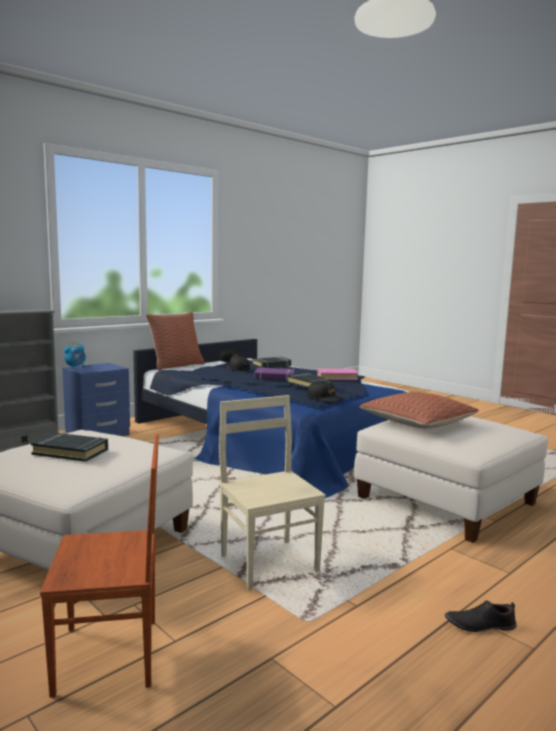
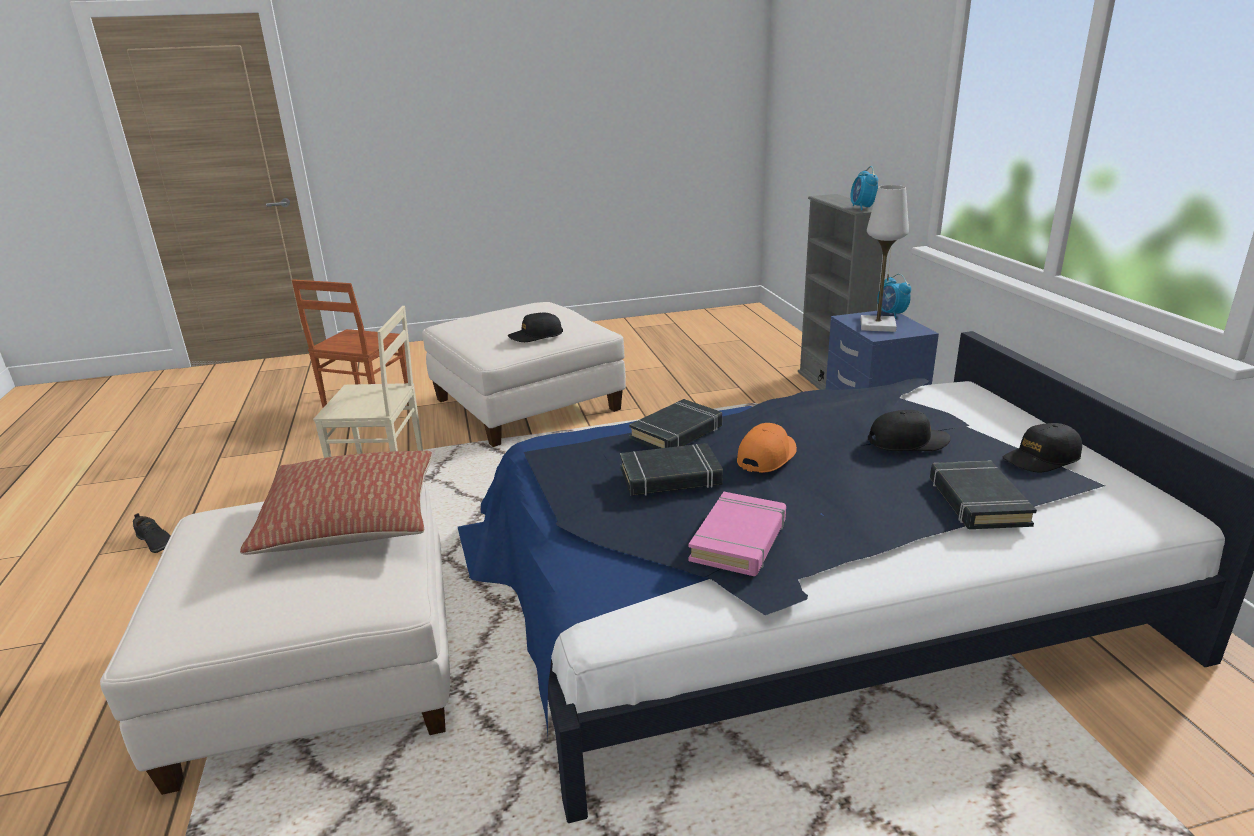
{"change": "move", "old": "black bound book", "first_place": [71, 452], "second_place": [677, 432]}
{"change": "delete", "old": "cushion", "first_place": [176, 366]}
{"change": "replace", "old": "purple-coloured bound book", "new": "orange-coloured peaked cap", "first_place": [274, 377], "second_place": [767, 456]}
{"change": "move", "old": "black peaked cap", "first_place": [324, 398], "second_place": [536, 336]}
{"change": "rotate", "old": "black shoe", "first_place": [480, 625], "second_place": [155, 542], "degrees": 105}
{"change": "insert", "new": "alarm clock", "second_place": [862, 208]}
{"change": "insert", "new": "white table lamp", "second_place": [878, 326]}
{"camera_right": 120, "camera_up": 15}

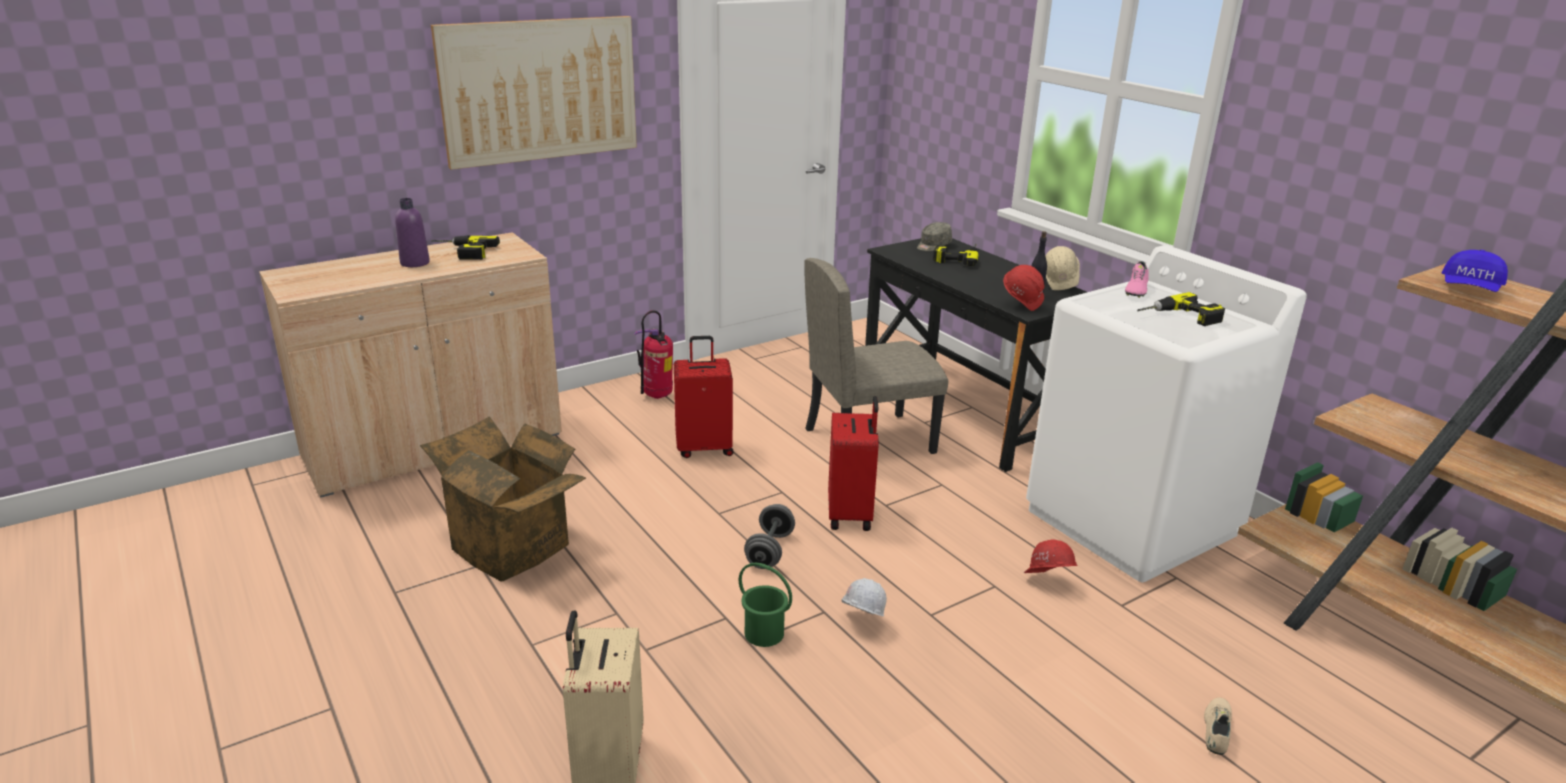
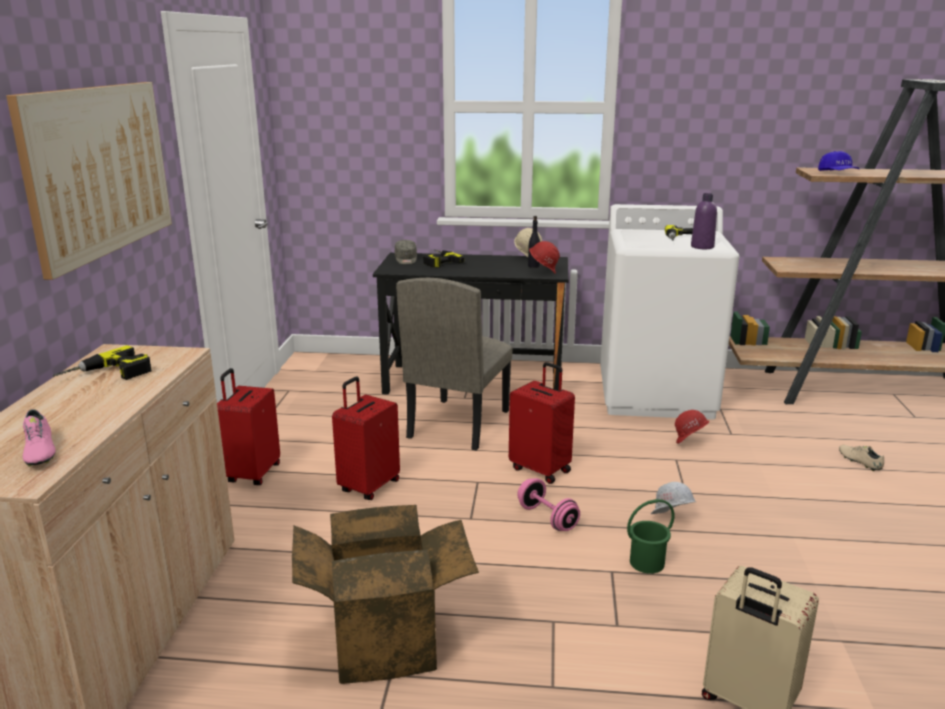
{"change": "move", "old": "purple-coloured drink bottle", "first_place": [415, 263], "second_place": [702, 247]}
{"change": "replace", "old": "extinguisher", "new": "red travel case", "first_place": [657, 396], "second_place": [252, 474]}
{"change": "recolor", "old": "grey dumbbell", "new": "pink dumbbell", "first_place": [769, 551], "second_place": [547, 518]}
{"change": "move", "old": "pink shoe", "first_place": [1135, 290], "second_place": [39, 452]}
{"camera_right": -50, "camera_up": -5}

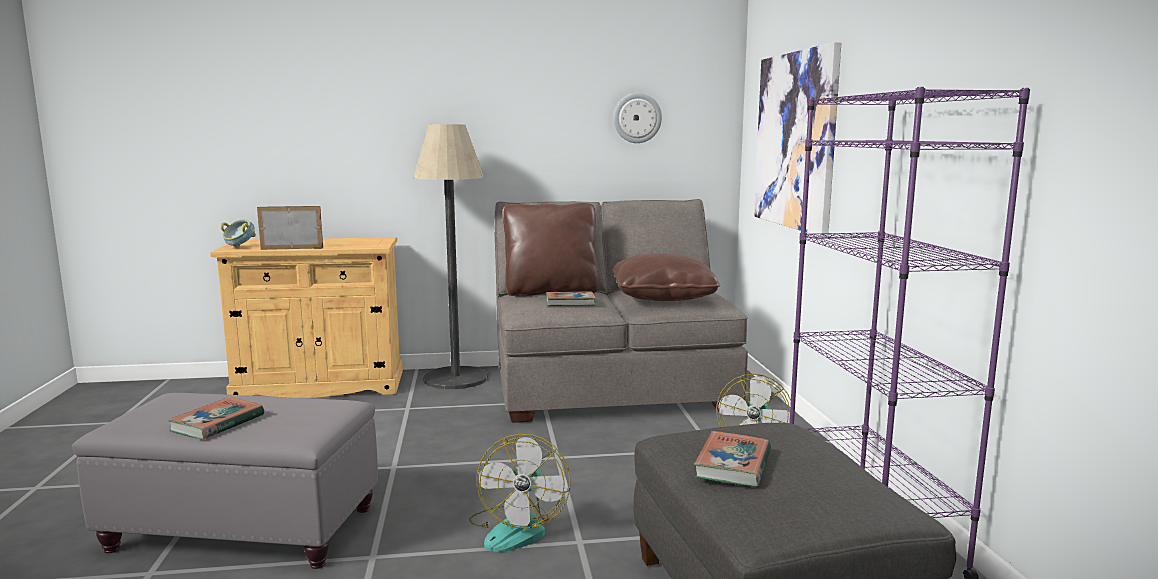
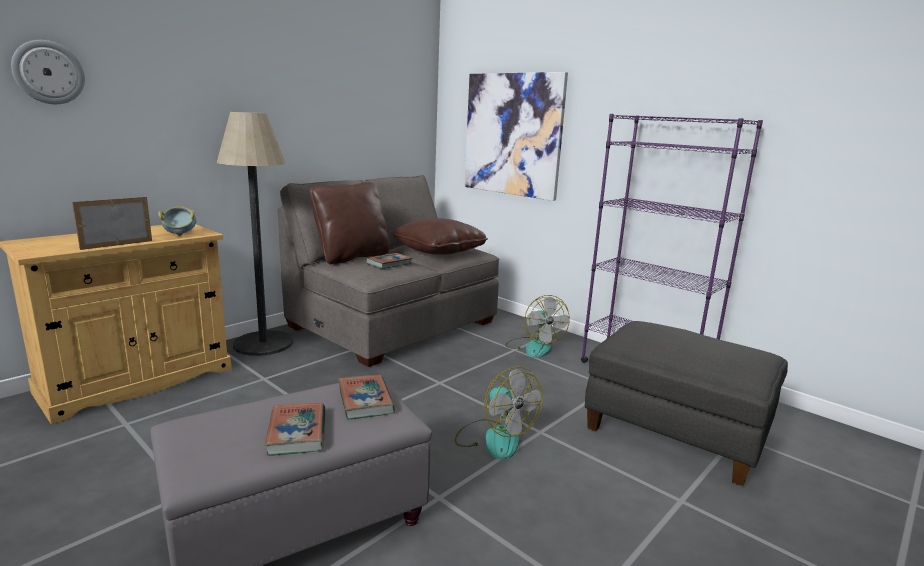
{"change": "move", "old": "bowl", "first_place": [239, 247], "second_place": [180, 235]}
{"change": "move", "old": "hanging clock", "first_place": [637, 118], "second_place": [48, 72]}
{"change": "move", "old": "bound book", "first_place": [733, 465], "second_place": [365, 400]}
{"camera_right": -40, "camera_up": 5}

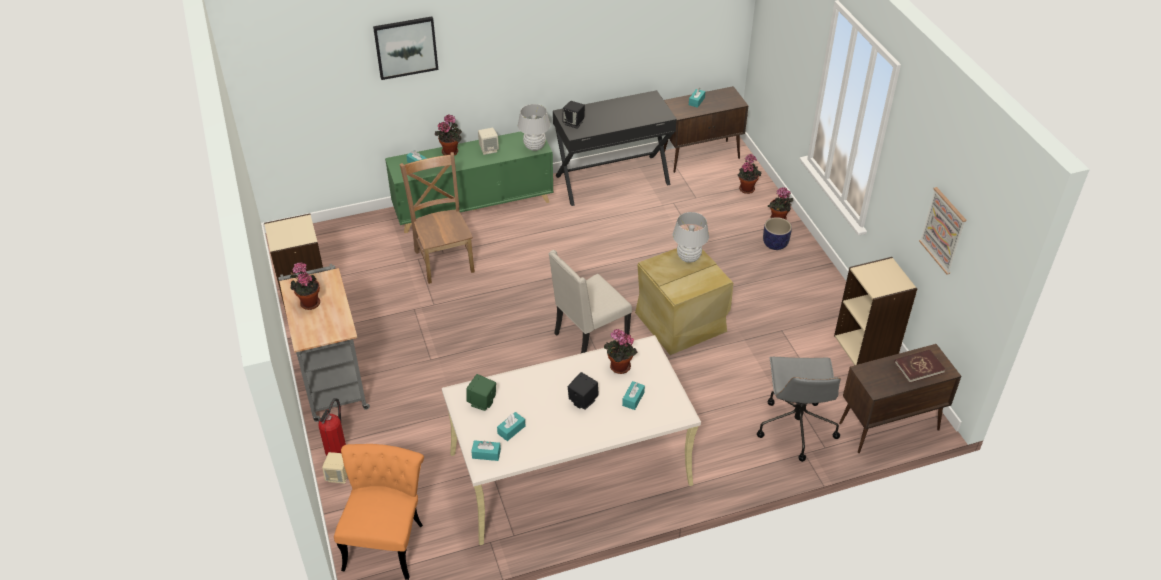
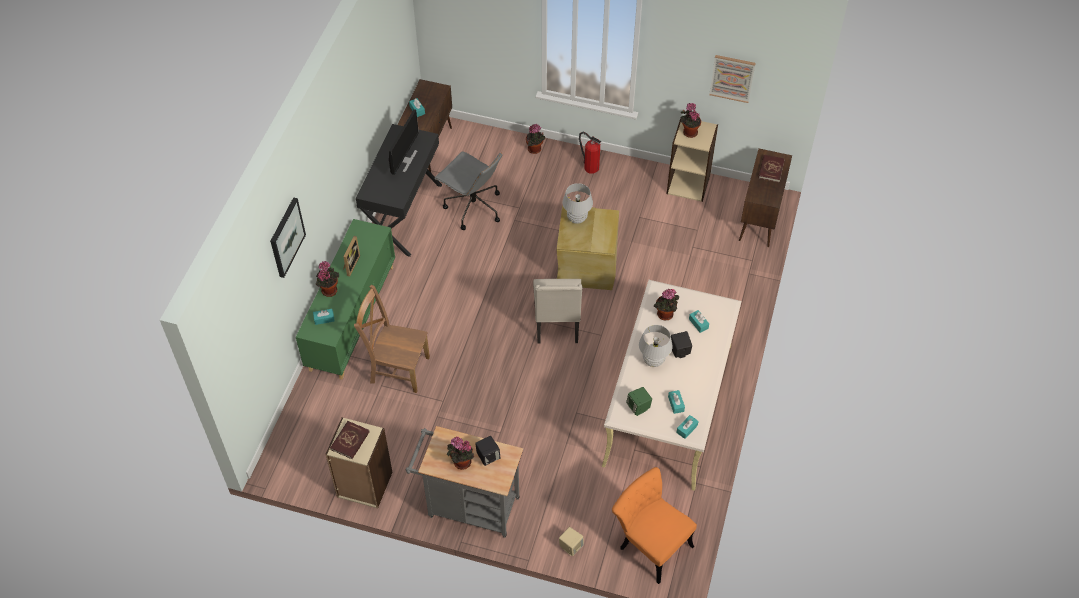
{"change": "move", "old": "extinguisher", "first_place": [336, 449], "second_place": [590, 167]}
{"change": "replace", "old": "beige-coloured speaker", "new": "standing frame", "first_place": [489, 149], "second_place": [350, 264]}
{"change": "move", "old": "white table lamp", "first_place": [534, 147], "second_place": [653, 361]}
{"change": "move", "old": "black speaker", "first_place": [574, 123], "second_place": [488, 457]}
{"change": "move", "old": "houseplant", "first_place": [746, 188], "second_place": [689, 132]}
{"change": "move", "old": "grey computer chair", "first_place": [795, 427], "second_place": [472, 207]}
{"change": "delete", "old": "flower pot", "first_place": [775, 244]}
{"change": "insert", "new": "red bound book", "second_place": [350, 441]}
{"change": "insert", "new": "monitor", "second_place": [405, 160]}
{"camera_right": -55, "camera_up": 10}

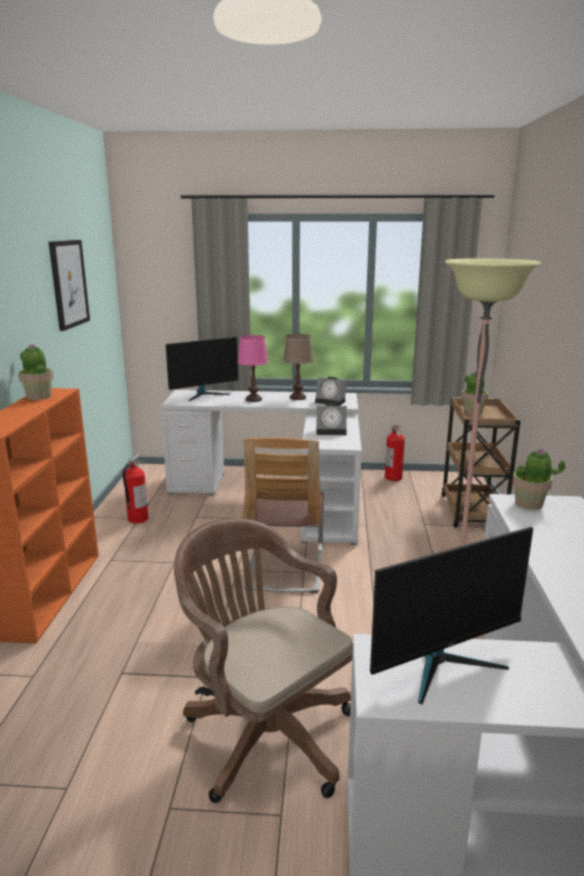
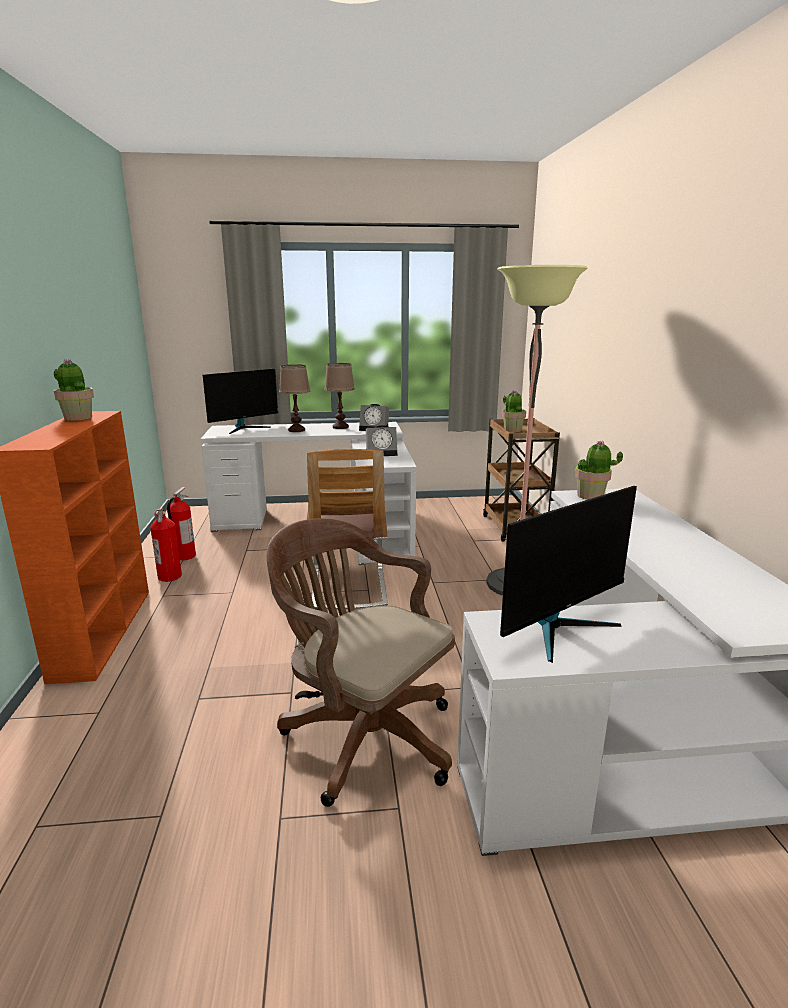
{"change": "delete", "old": "picture", "first_place": [68, 284]}
{"change": "recolor", "old": "pink table lamp", "new": "brownish table lamp", "first_place": [253, 399], "second_place": [296, 430]}
{"change": "move", "old": "extinguisher", "first_place": [393, 477], "second_place": [170, 576]}
{"camera_right": -10, "camera_up": 0}

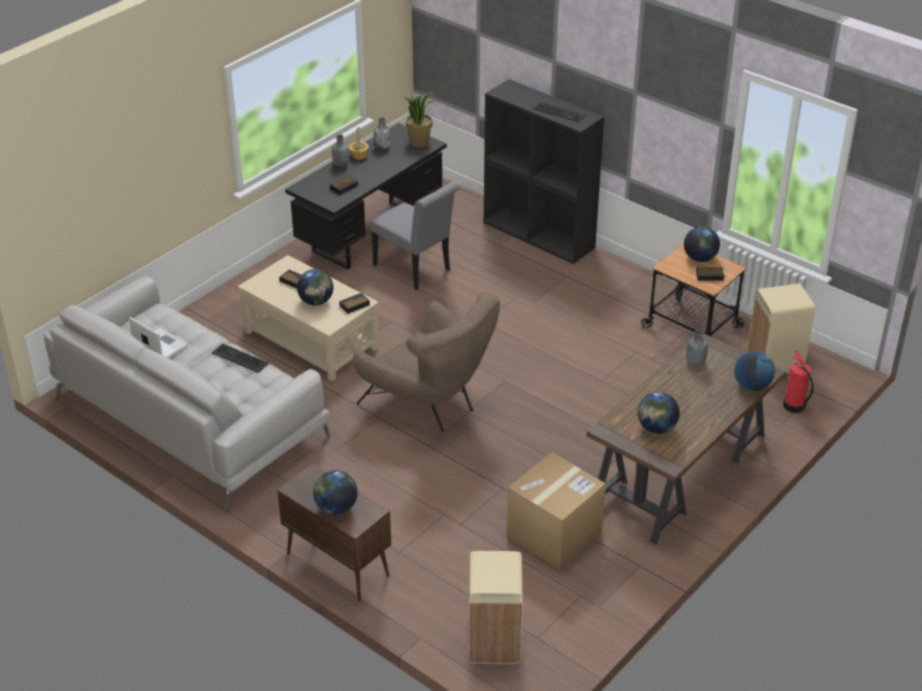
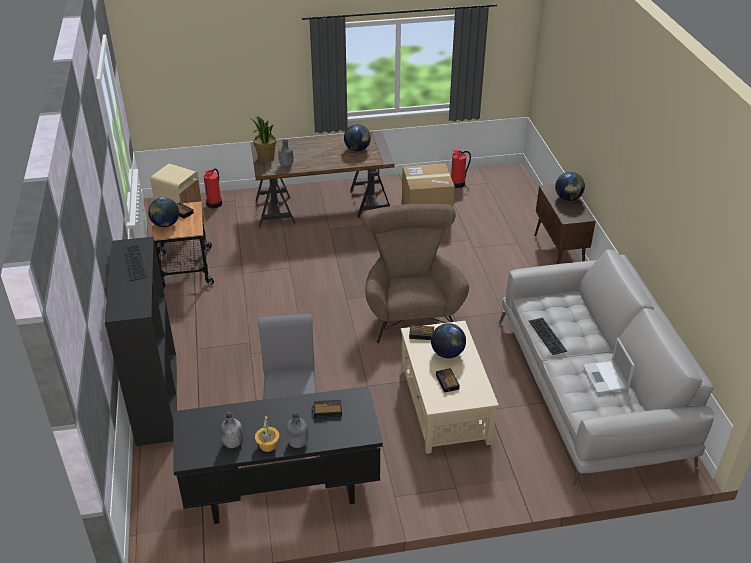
{"change": "move", "old": "houseplant", "first_place": [419, 142], "second_place": [265, 158]}
{"change": "delete", "old": "beige-coloured waste bin", "first_place": [493, 642]}
{"change": "delete", "old": "globe", "first_place": [752, 386]}
{"change": "insert", "new": "extinguisher", "second_place": [458, 183]}
{"camera_right": -140, "camera_up": 0}

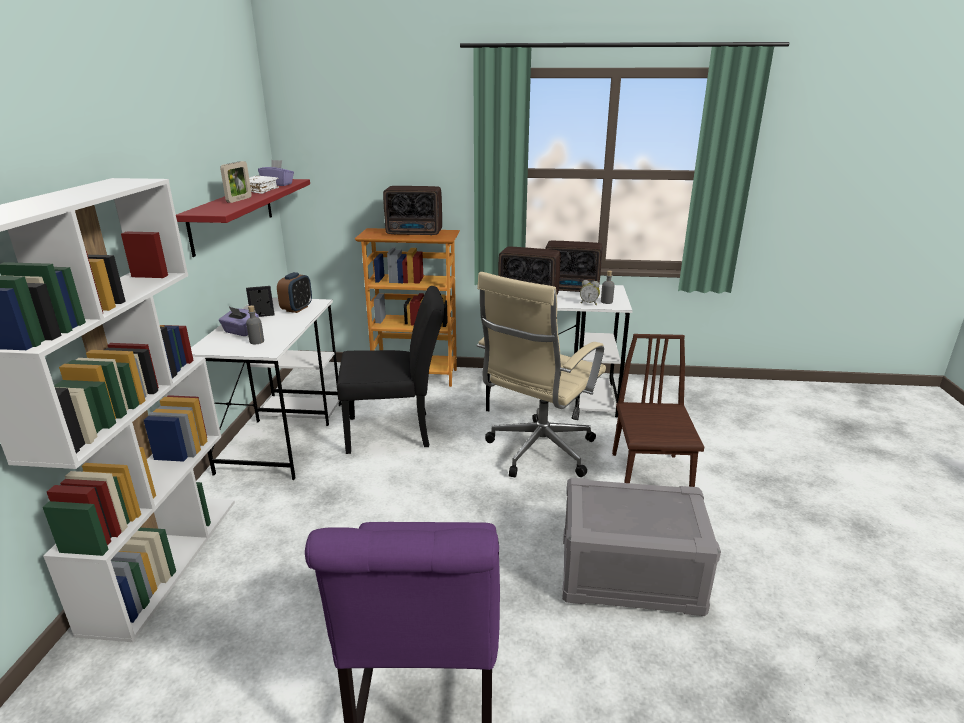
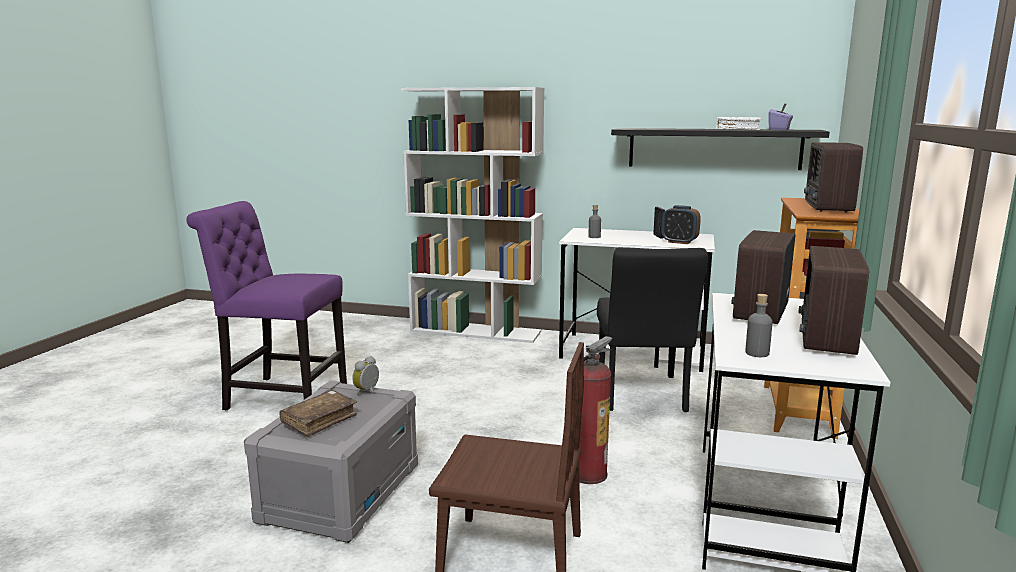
{"change": "recolor", "old": "red bracket shelf", "new": "black bracket shelf", "first_place": [233, 214], "second_place": [714, 148]}
{"change": "delete", "old": "purple-coloured tissue holder", "first_place": [240, 332]}
{"change": "delete", "old": "standing frame", "first_place": [239, 200]}
{"change": "replace", "old": "beige-coloured computer chair", "new": "extinguisher", "first_place": [538, 453], "second_place": [588, 474]}
{"change": "move", "old": "alarm clock", "first_place": [589, 303], "second_place": [368, 392]}
{"change": "insert", "new": "brownish bound book", "second_place": [319, 420]}
{"camera_right": 100, "camera_up": -10}

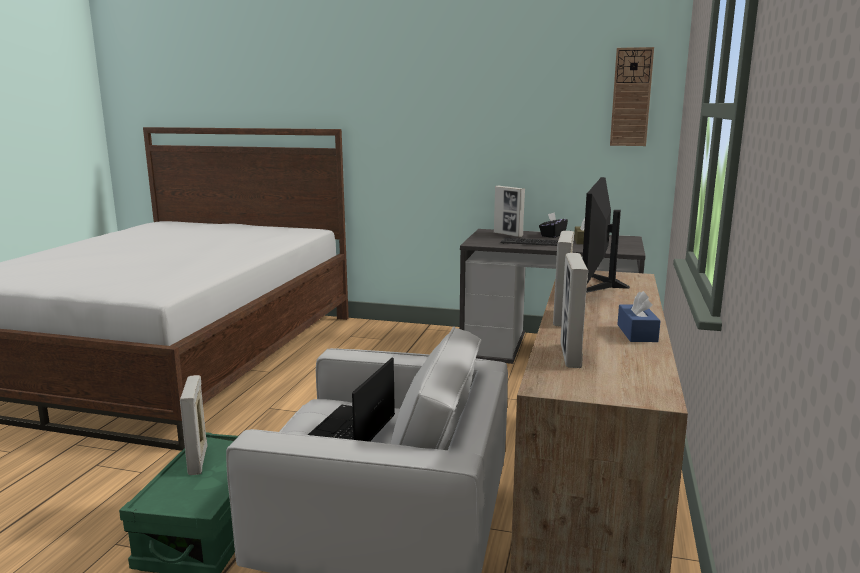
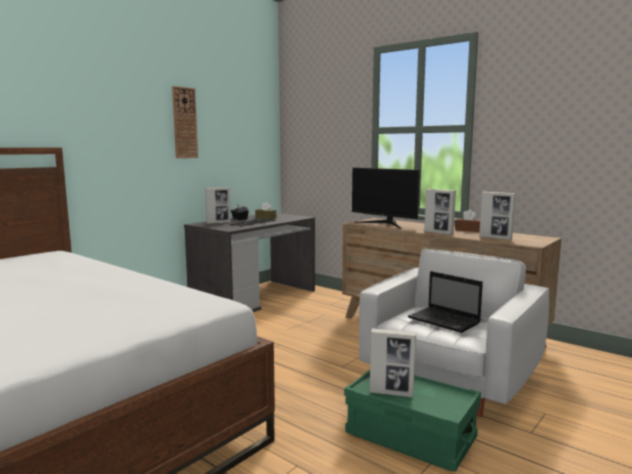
{"change": "move", "old": "hanging clock", "first_place": [631, 97], "second_place": [184, 123]}
{"change": "recolor", "old": "bluish tissue holder", "new": "brownish tissue holder", "first_place": [637, 333], "second_place": [468, 230]}
{"camera_right": -65, "camera_up": -5}

